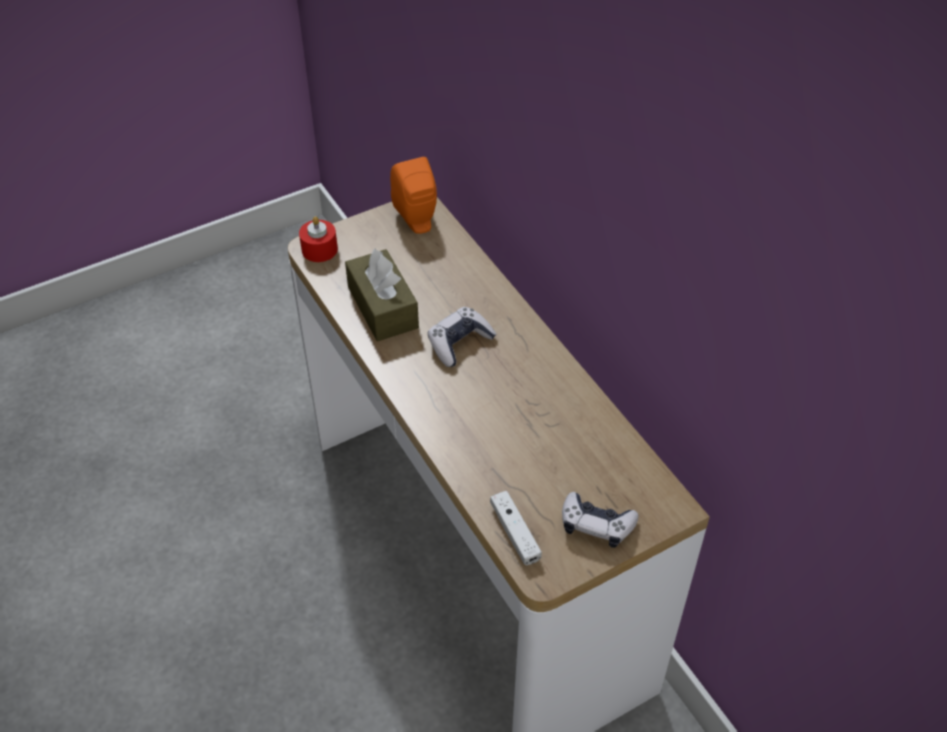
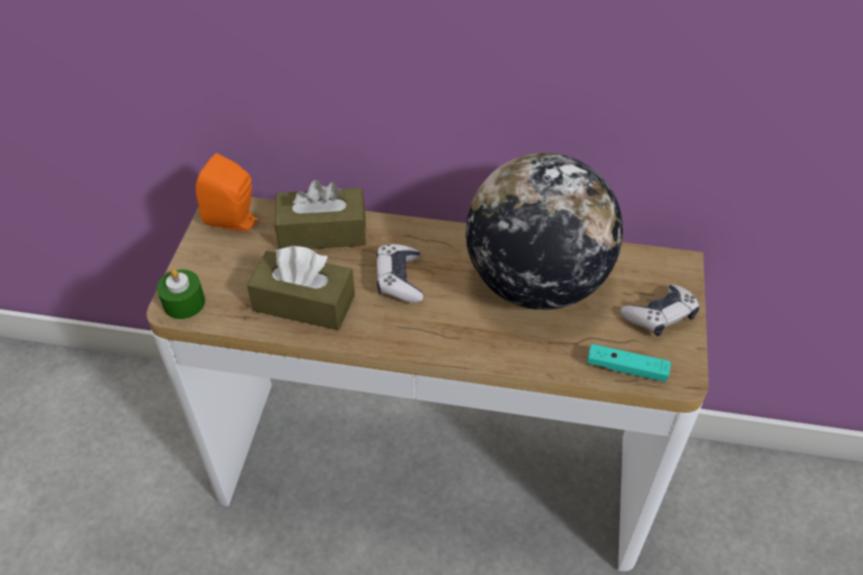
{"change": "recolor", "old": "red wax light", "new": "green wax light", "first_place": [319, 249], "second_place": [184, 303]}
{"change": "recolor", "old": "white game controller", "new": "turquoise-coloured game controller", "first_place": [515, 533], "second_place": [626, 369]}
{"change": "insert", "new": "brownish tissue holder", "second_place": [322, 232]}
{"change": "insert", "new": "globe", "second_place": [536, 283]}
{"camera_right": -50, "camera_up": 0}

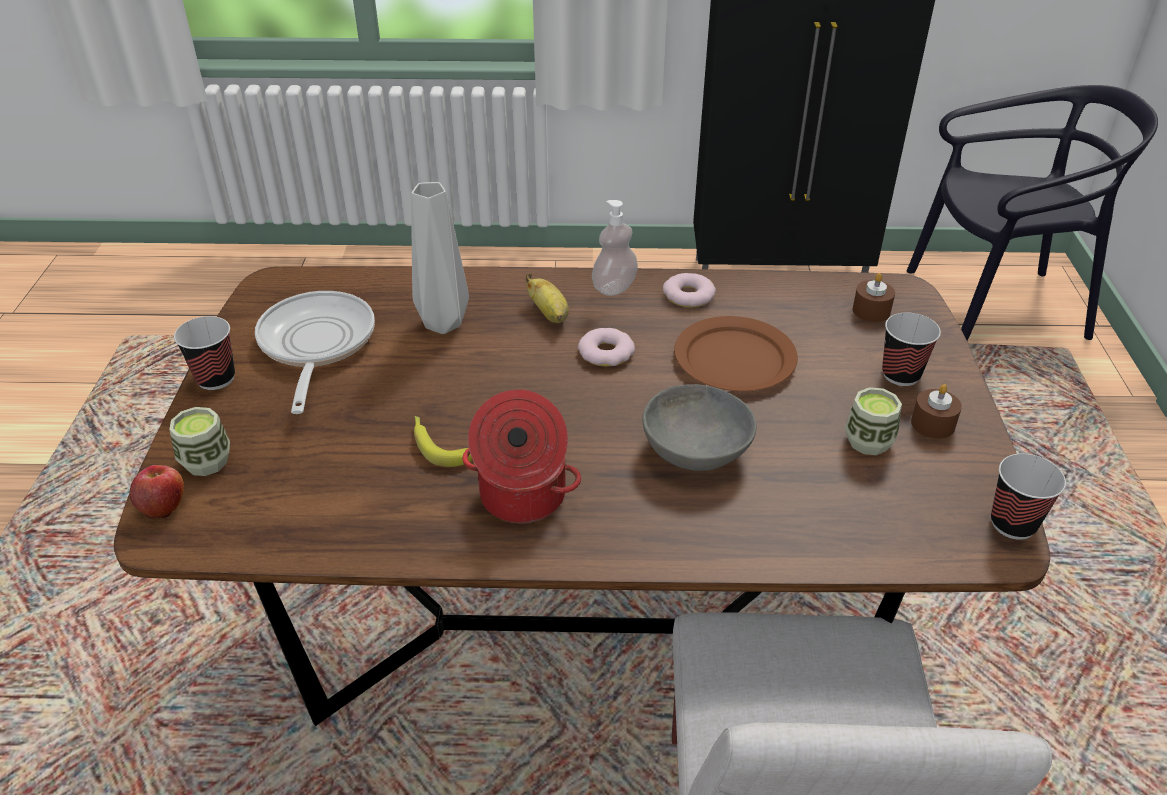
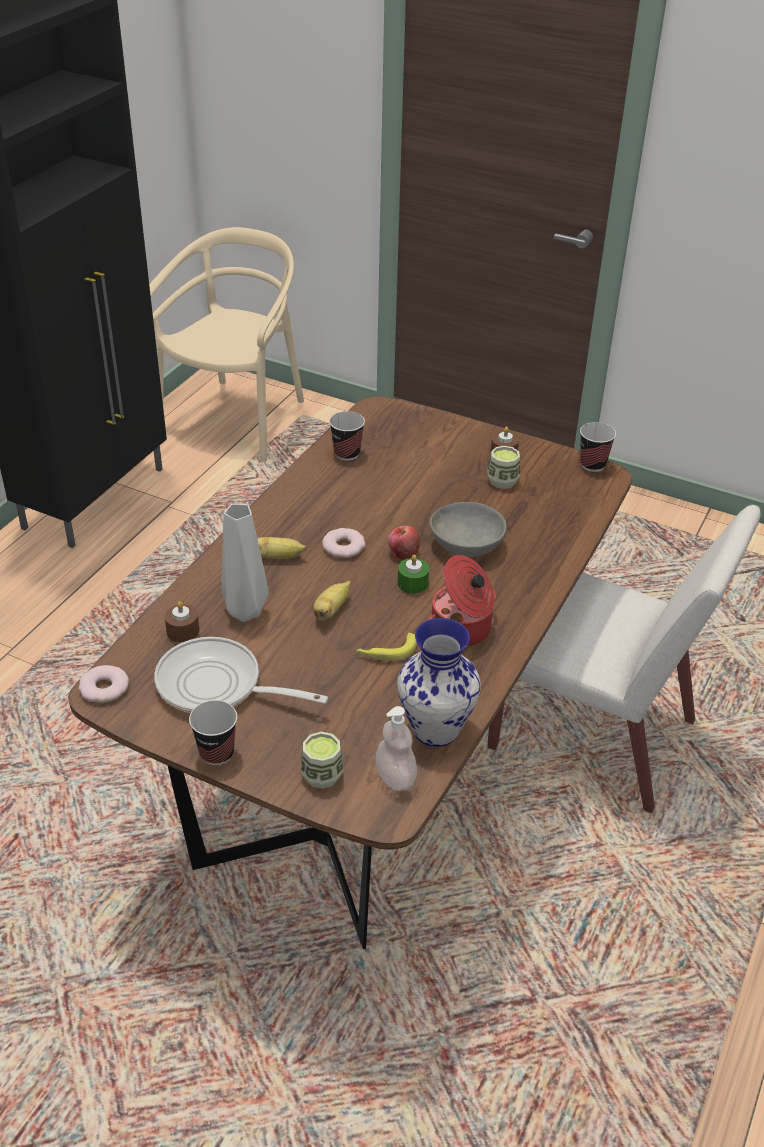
{"change": "move", "old": "apple", "first_place": [163, 505], "second_place": [403, 553]}
{"change": "move", "old": "soap dispenser", "first_place": [614, 287], "second_place": [395, 777]}
{"change": "move", "old": "donut", "first_place": [688, 295], "second_place": [104, 688]}
{"change": "delete", "old": "brownish flat dish", "first_place": [735, 358]}
{"change": "move", "old": "brownish wax light", "first_place": [871, 311], "second_place": [183, 631]}
{"change": "move", "old": "small cup", "first_place": [901, 374], "second_place": [347, 453]}
{"change": "recolor", "old": "black plain chair", "new": "beige-coloured plain chair", "first_place": [994, 308], "second_place": [235, 420]}
{"change": "insert", "new": "banana", "second_place": [331, 611]}
{"change": "insert", "new": "flower vase", "second_place": [434, 730]}
{"change": "insert", "new": "green wax light", "second_place": [412, 583]}
{"camera_right": -65, "camera_up": 0}

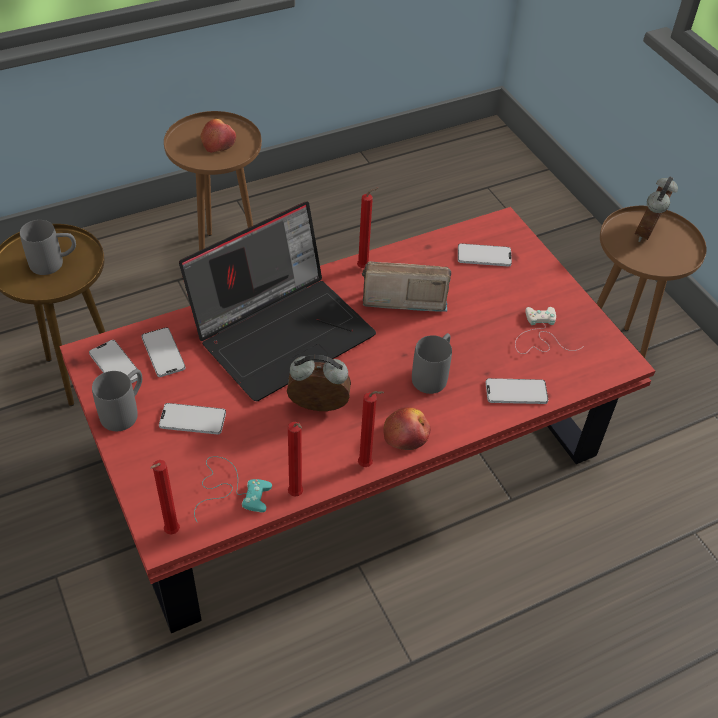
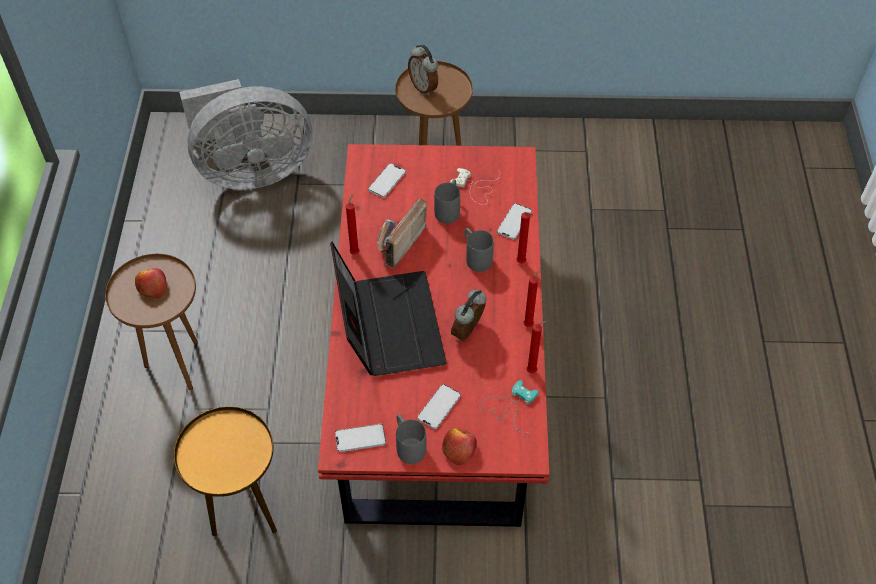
{"change": "move", "old": "grey coffee mug", "first_place": [54, 263], "second_place": [449, 209]}
{"change": "delete", "old": "telephone", "first_place": [163, 353]}
{"change": "move", "old": "red wax light", "first_place": [170, 533], "second_place": [522, 263]}
{"change": "move", "old": "apple", "first_place": [406, 434], "second_place": [459, 448]}
{"change": "insert", "new": "grey electric fan", "second_place": [251, 171]}
{"camera_right": -60, "camera_up": 5}

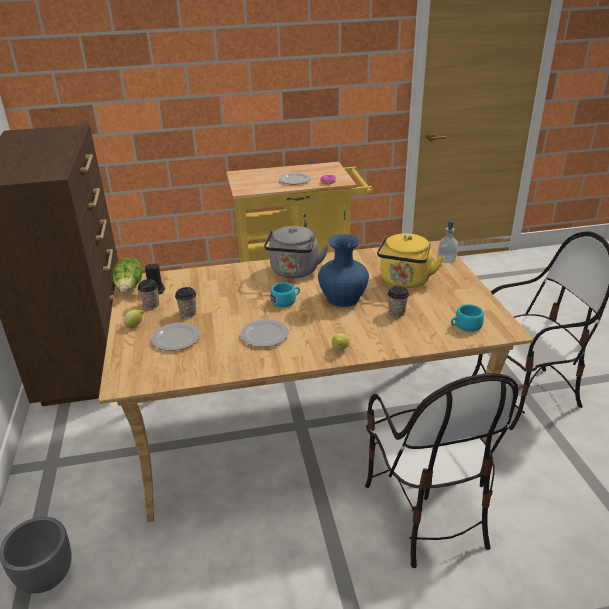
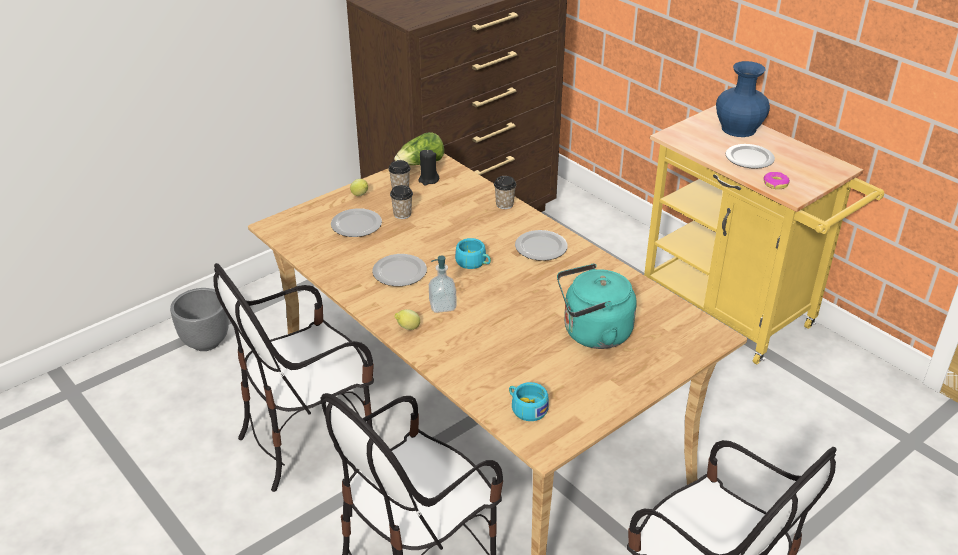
{"change": "replace", "old": "grey tea kettle", "new": "flat dish", "first_place": [294, 272], "second_place": [540, 247]}
{"change": "move", "old": "bluish flower vase", "first_place": [342, 298], "second_place": [738, 128]}
{"change": "recolor", "old": "yellowish tea kettle", "new": "turquoise-coloured tea kettle", "first_place": [404, 281], "second_place": [592, 333]}
{"change": "move", "old": "small cup", "first_place": [396, 312], "second_place": [504, 204]}
{"change": "move", "old": "soap dispenser", "first_place": [446, 259], "second_place": [442, 306]}
{"change": "insert", "new": "plain chair", "second_place": [310, 439]}
{"camera_right": 60, "camera_up": 5}

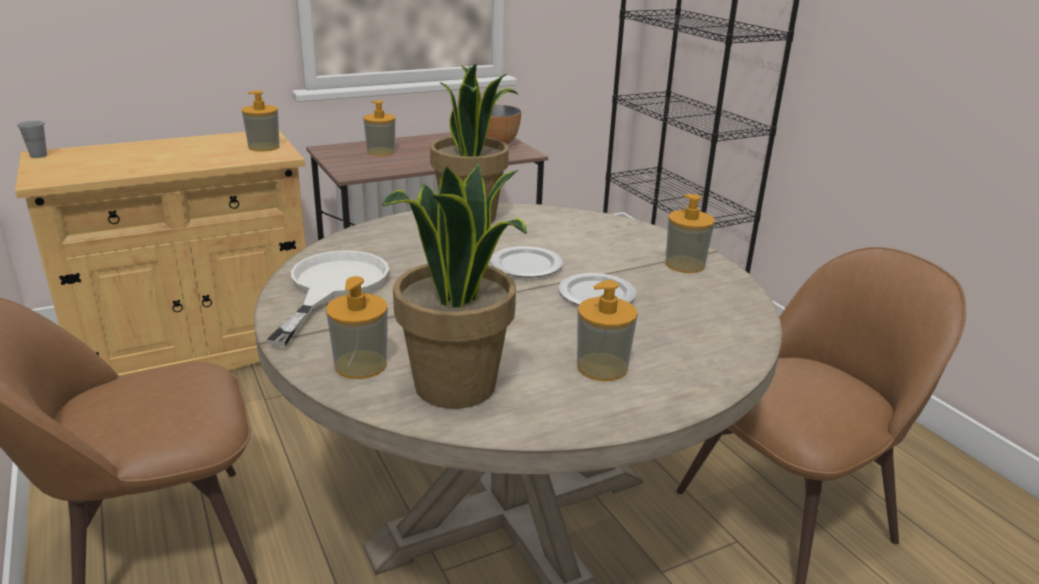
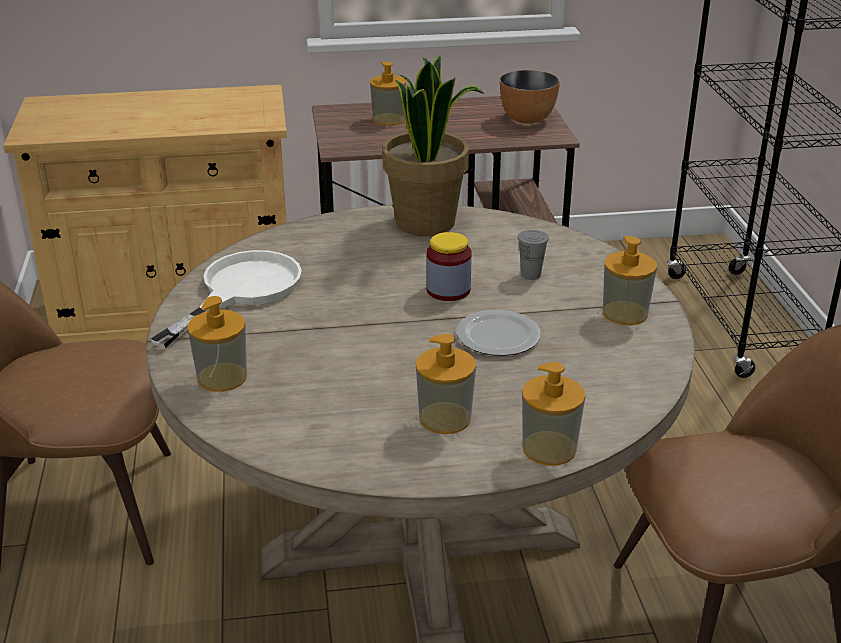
{"change": "move", "old": "grey small cup", "first_place": [38, 155], "second_place": [530, 275]}
{"change": "move", "old": "soap dispenser", "first_place": [264, 147], "second_place": [549, 448]}
{"change": "delete", "old": "houseplant", "first_place": [456, 387]}
{"change": "replace", "old": "flat dish", "new": "preserve jar", "first_place": [526, 265], "second_place": [448, 290]}
{"camera_right": 20, "camera_up": 5}

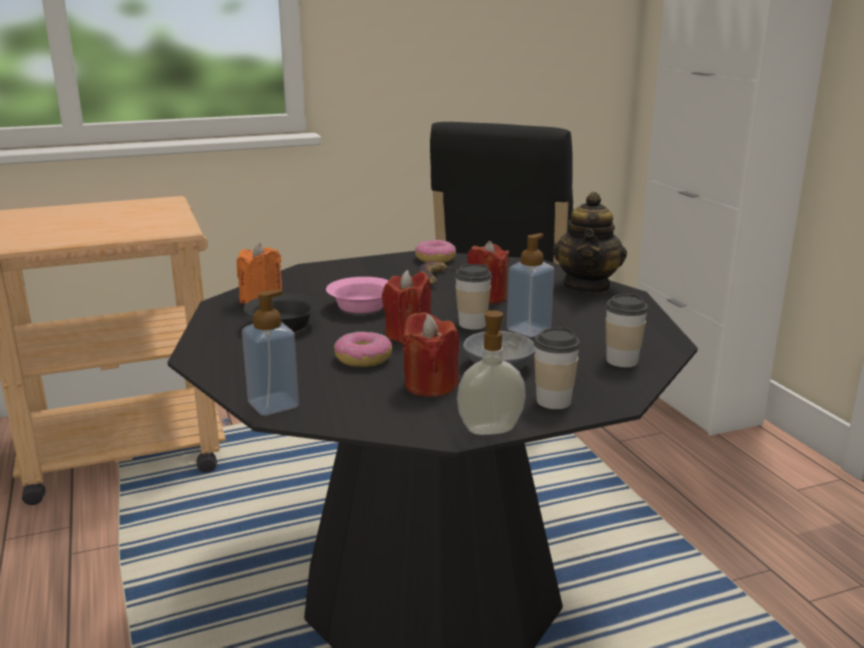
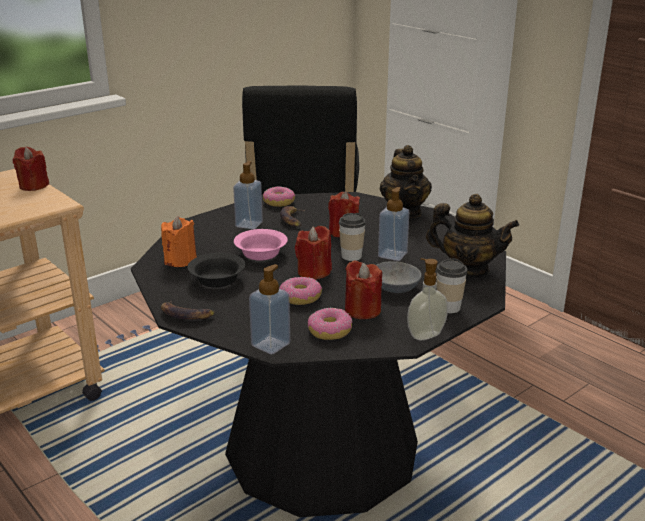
{"change": "replace", "old": "small cup", "new": "pot for tea", "first_place": [621, 361], "second_place": [468, 269]}
{"change": "insert", "new": "red wax light", "second_place": [33, 186]}
{"change": "insert", "new": "banana", "second_place": [186, 314]}
{"change": "insert", "new": "soap dispenser", "second_place": [249, 224]}
{"change": "insert", "new": "donut", "second_place": [329, 331]}
{"camera_right": -20, "camera_up": 5}

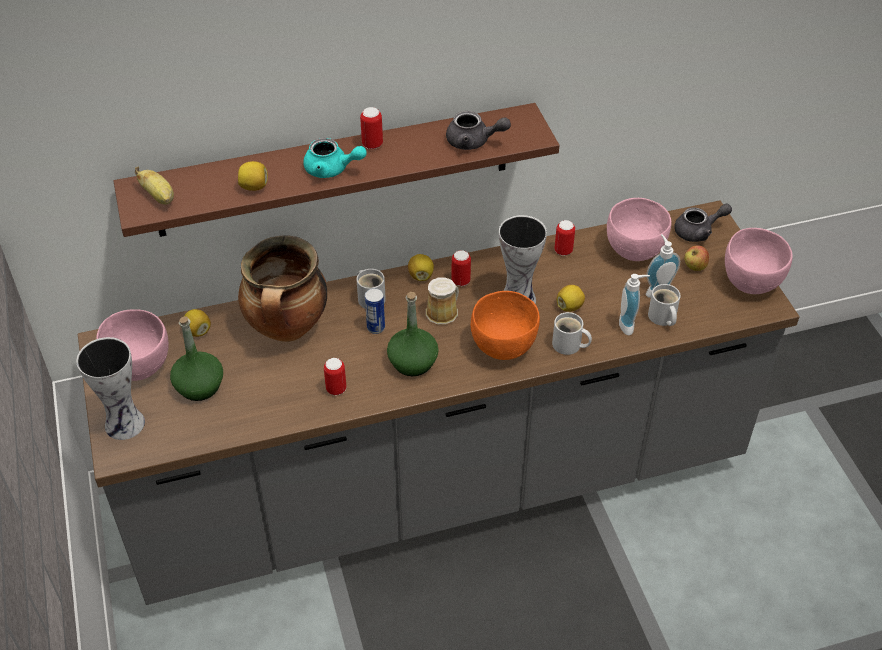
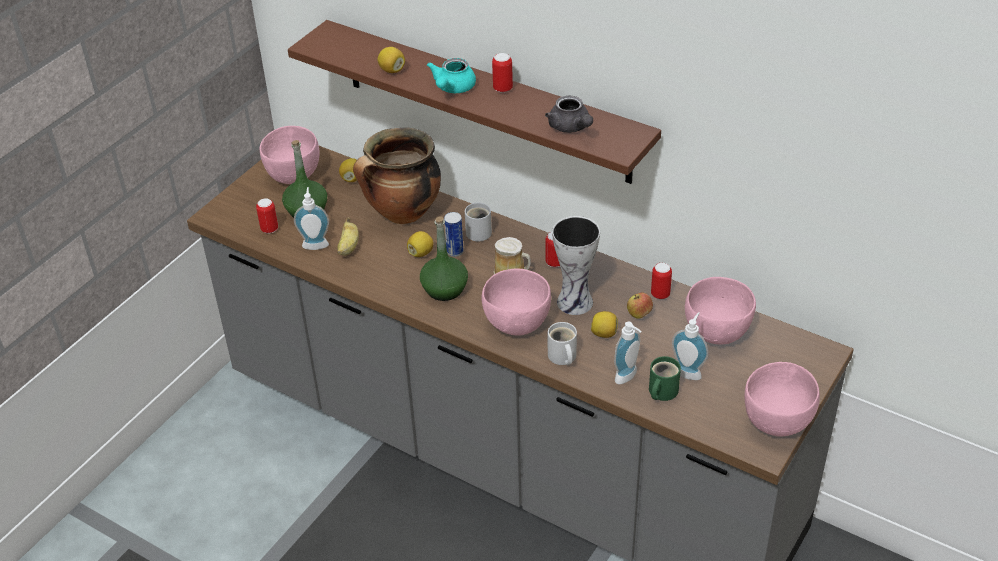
{"change": "delete", "old": "flower vase", "first_place": [127, 423]}
{"change": "move", "old": "banana", "first_place": [159, 197], "second_place": [348, 247]}
{"change": "rotate", "old": "turquoise-coloured pot for tea", "first_place": [332, 169], "second_place": [452, 88], "degrees": 45}
{"change": "move", "old": "metal can", "first_place": [336, 389], "second_place": [269, 229]}
{"change": "move", "old": "whole lemon", "first_place": [421, 275], "second_place": [421, 253]}
{"change": "recolor", "old": "orange-coloured bowl", "new": "pink bowl", "first_place": [503, 347], "second_place": [516, 324]}
{"change": "recolor", "old": "white coffee mug", "new": "green coffee mug", "first_place": [662, 318], "second_place": [661, 391]}
{"change": "delete", "old": "grey pot for tea", "first_place": [698, 231]}
{"change": "move", "old": "apple", "first_place": [695, 266], "second_place": [639, 314]}
{"change": "insert", "new": "soap dispenser", "second_place": [315, 243]}
{"camera_right": 50, "camera_up": -5}

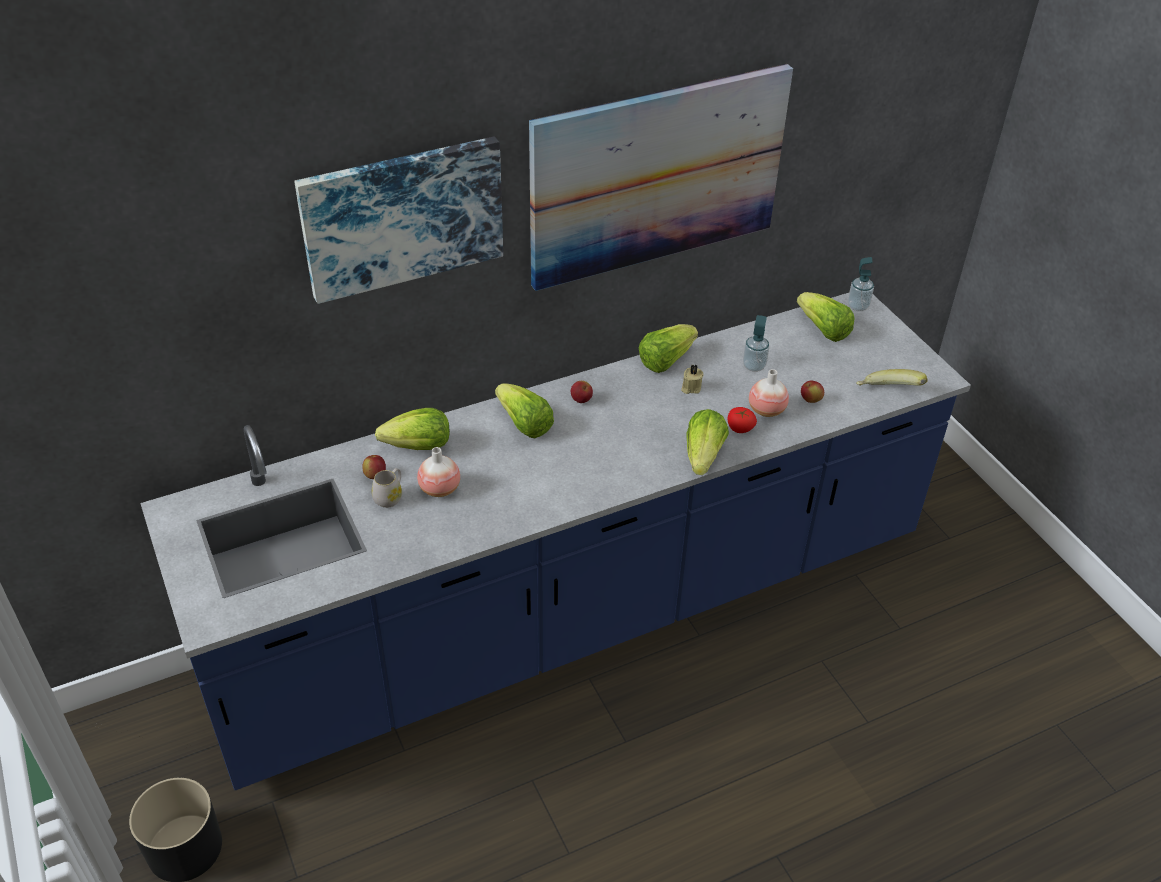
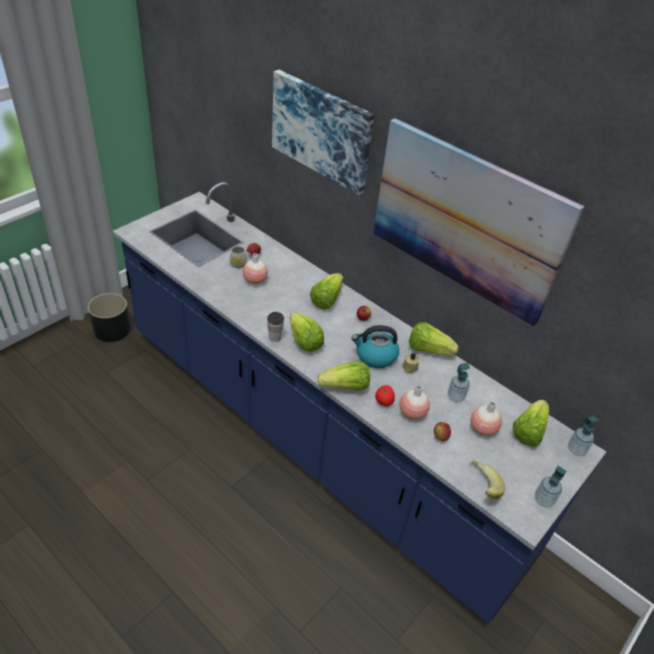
{"change": "move", "old": "lettuce", "first_place": [419, 446], "second_place": [304, 342]}
{"change": "insert", "new": "small cup", "second_place": [275, 337]}
{"change": "insert", "new": "tea kettle", "second_place": [375, 356]}
{"change": "insert", "new": "flower vase", "second_place": [483, 428]}
{"change": "insert", "new": "soap dispenser", "second_place": [543, 500]}
{"camera_right": 65, "camera_up": 0}

